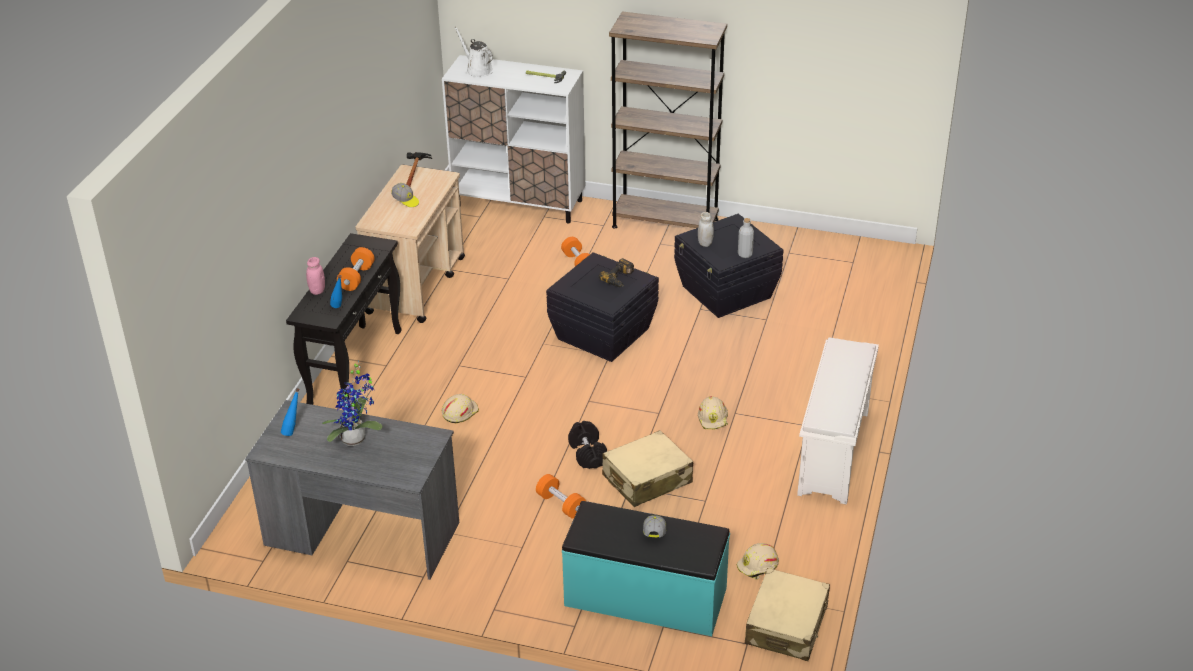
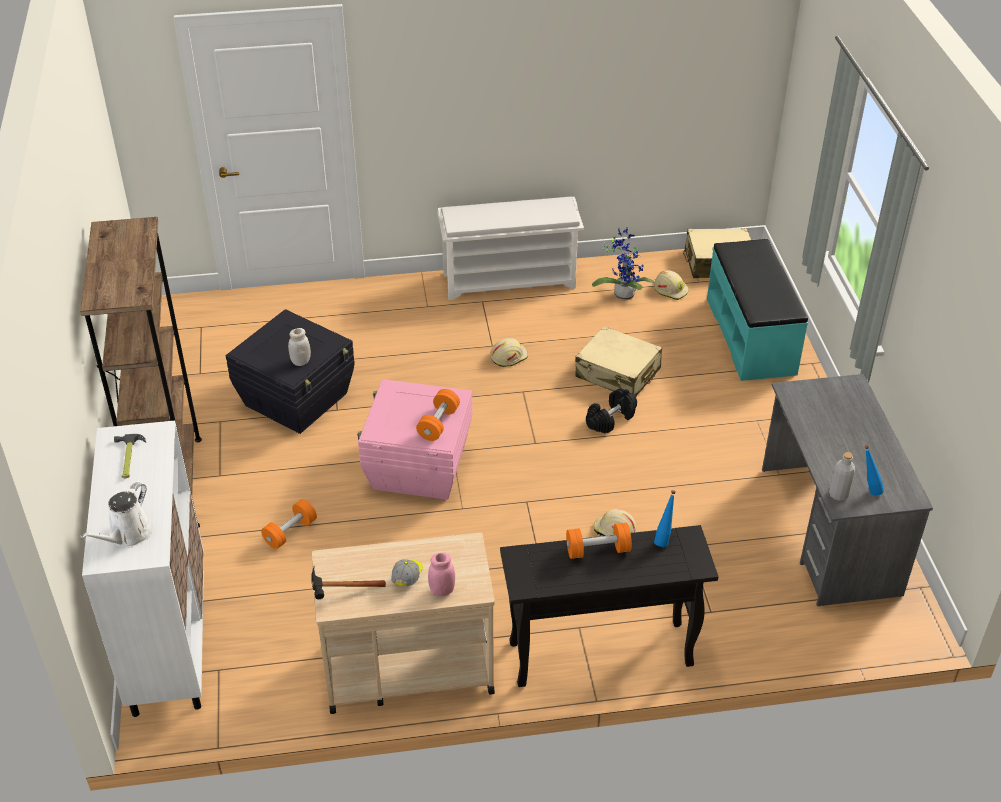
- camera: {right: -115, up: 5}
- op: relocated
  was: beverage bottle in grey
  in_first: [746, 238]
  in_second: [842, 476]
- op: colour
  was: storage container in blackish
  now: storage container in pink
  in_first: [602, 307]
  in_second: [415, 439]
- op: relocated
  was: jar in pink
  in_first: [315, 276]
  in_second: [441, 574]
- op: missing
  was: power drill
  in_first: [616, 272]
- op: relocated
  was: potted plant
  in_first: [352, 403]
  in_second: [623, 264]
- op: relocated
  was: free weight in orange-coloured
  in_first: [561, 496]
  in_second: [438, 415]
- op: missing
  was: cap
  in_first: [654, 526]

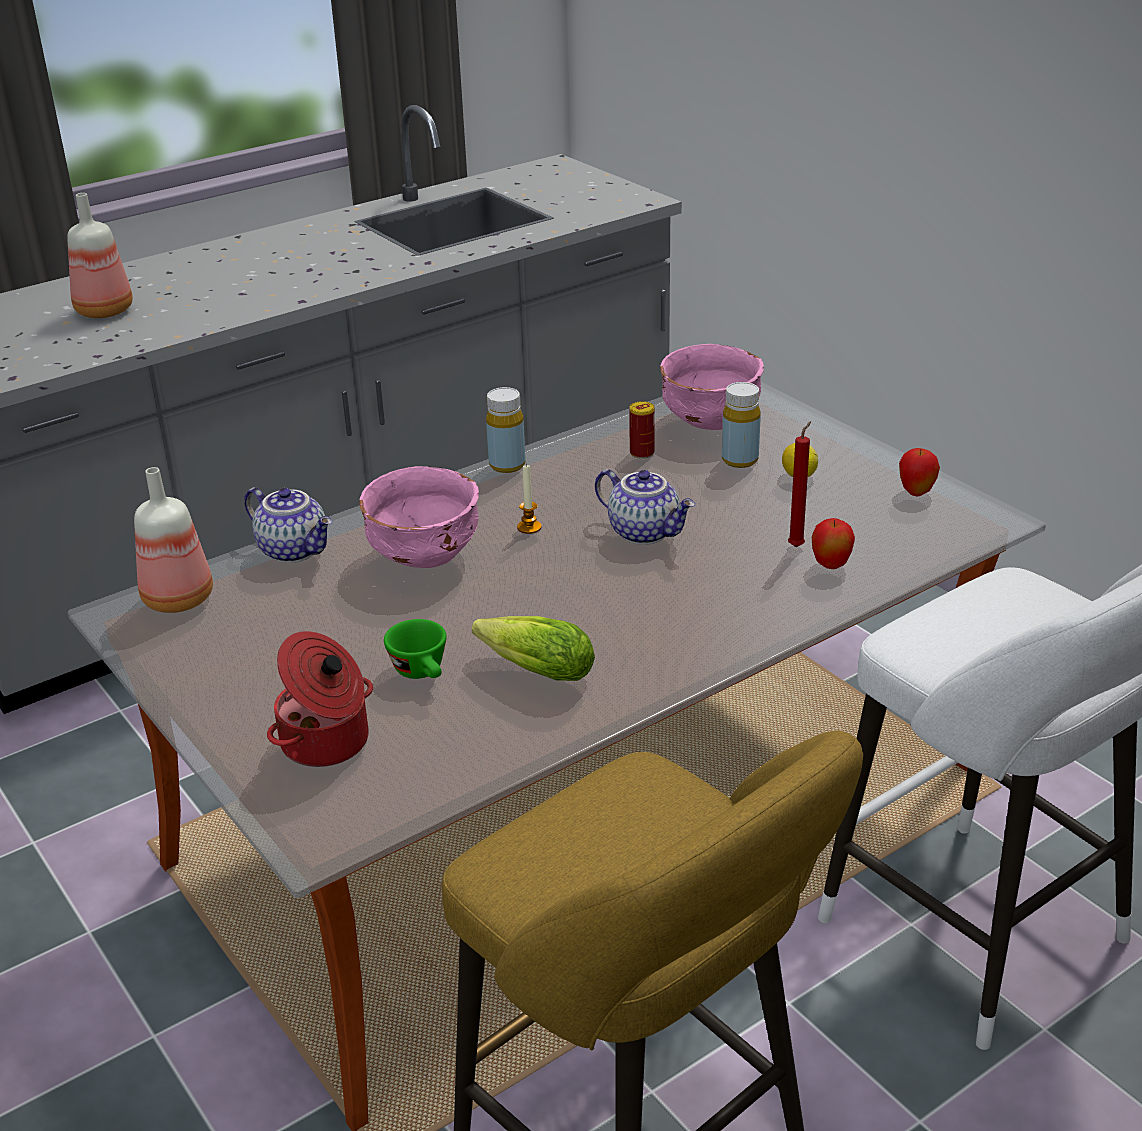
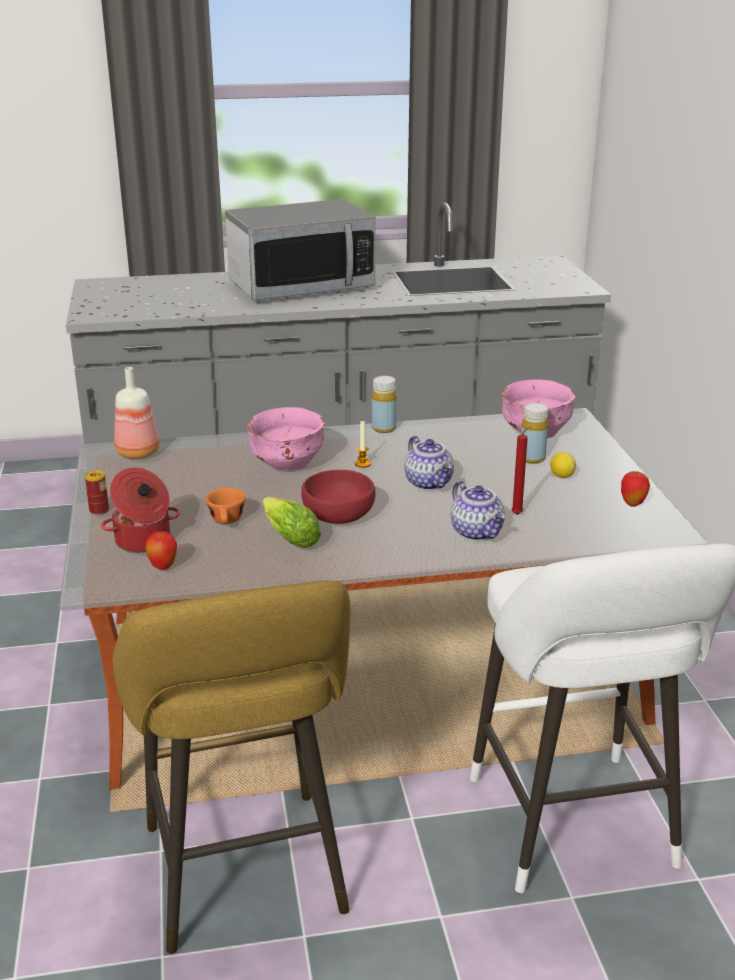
- camera: {right: 25, up: -5}
- op: missing
  was: beverage bottle
  in_first: [100, 255]
- op: relocated
  was: can
  in_first: [642, 430]
  in_second: [97, 492]
- op: relocated
  was: teapot
  in_first: [288, 525]
  in_second: [478, 511]
- op: relocated
  was: apple
  in_first: [833, 543]
  in_second: [161, 550]
- op: colour
  was: small cup in green
  now: small cup in orange-coloured
  in_first: [415, 649]
  in_second: [226, 506]
- op: appeared
  now: kitchen microwave
  in_second: [300, 250]
- op: appeared
  now: bowl in red-coloured
  in_second: [338, 497]

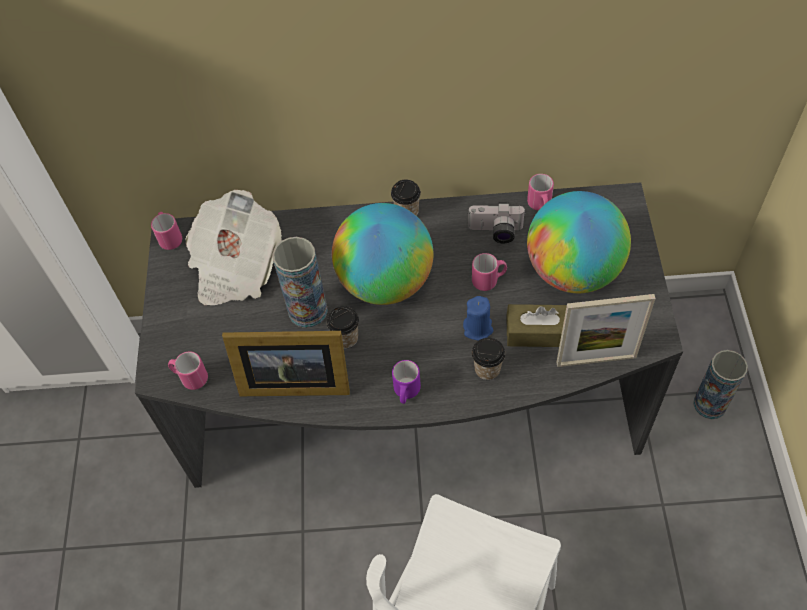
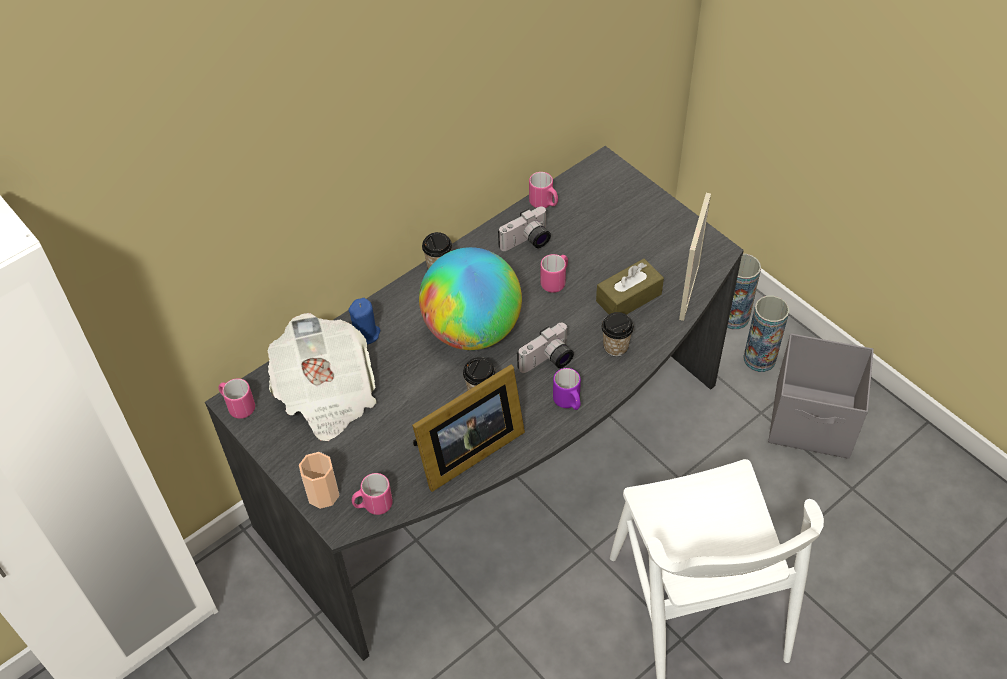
- camera: {right: -40, up: -5}
- op: missing
  was: desk globe
  in_first: [579, 242]
- op: relocated
  was: flower vase
  in_first: [300, 282]
  in_second: [766, 334]
- op: spun
  was: picture frame
  in_first: [606, 330]
  in_second: [695, 257]
  clockwise: 150
- op: relocated
  was: wax candle in blue
  in_first: [478, 318]
  in_second: [364, 321]
- op: appeared
  now: photo camera
  in_second: [545, 348]
- op: appeared
  now: storage container in grey
  in_second: [821, 396]
- op: appeared
  now: small cup
  in_second: [319, 480]

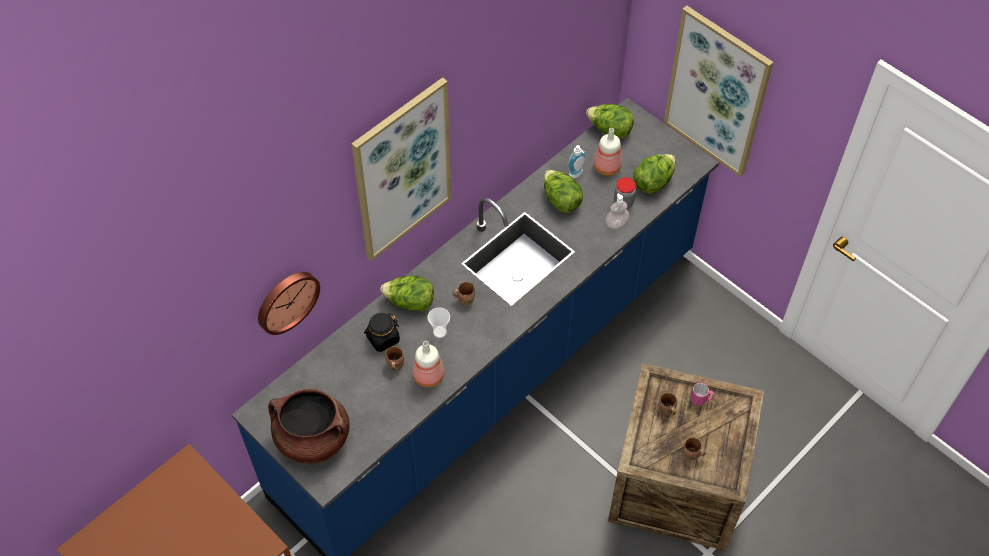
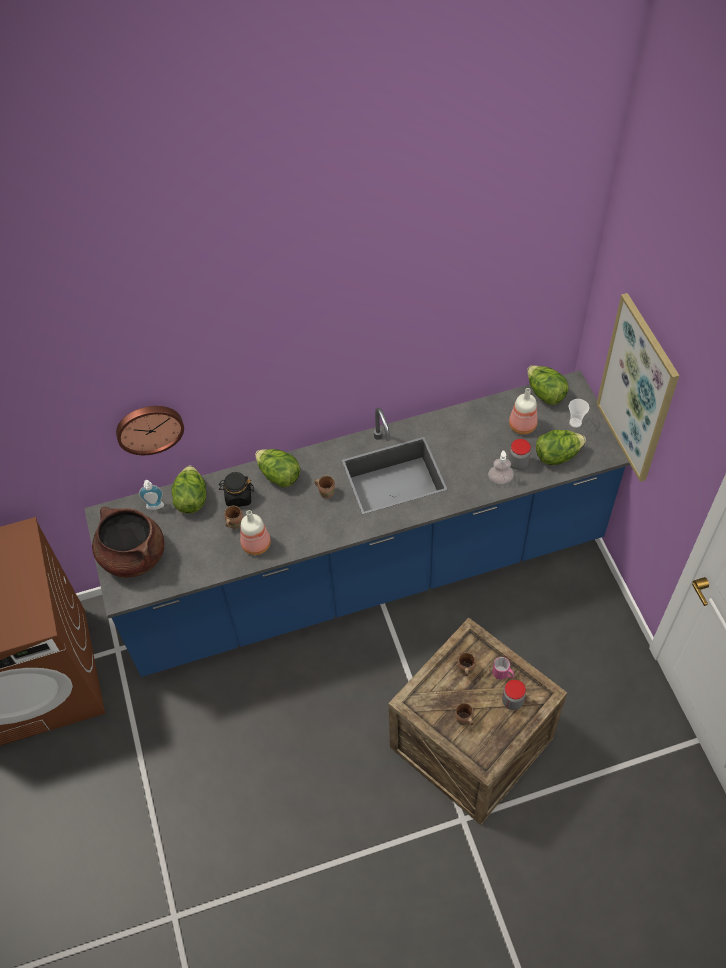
- camera: {right: 30, up: 0}
- op: missing
  was: wall art
  in_first: [402, 169]
- op: relocated
  was: liquid soap bottle
  in_first: [576, 162]
  in_second: [151, 495]
- op: relocated
  was: lettuce head
  in_first: [563, 191]
  in_second: [189, 490]
- op: relocated
  was: small cup
  in_first: [439, 322]
  in_second: [579, 413]
- op: appeared
  now: jar
  in_second: [514, 695]

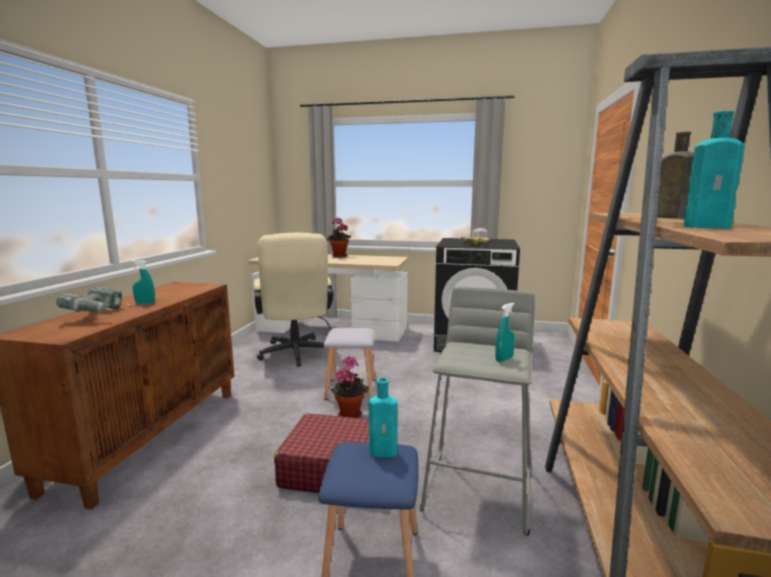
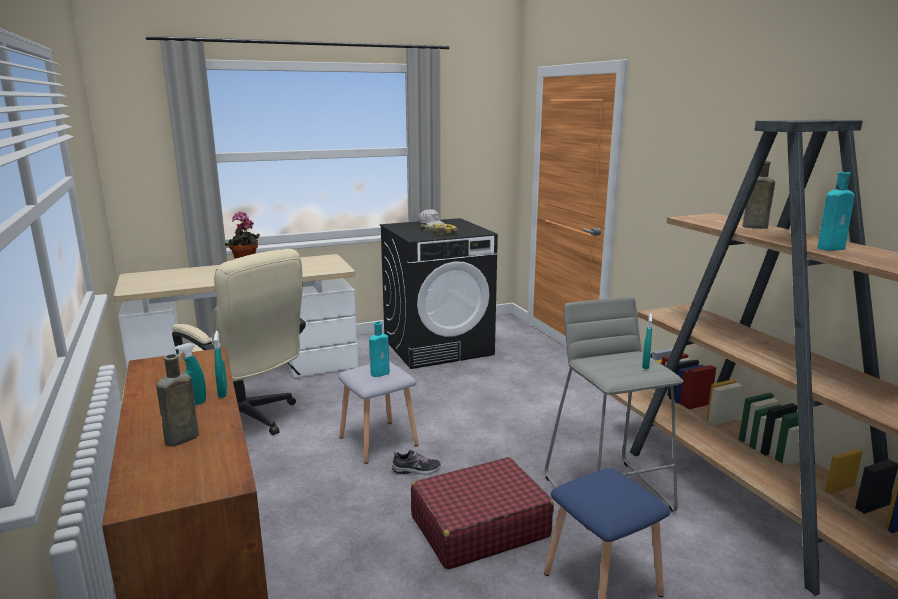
- camera: {right: -35, up: 5}
- op: exchanged
  was: power drill
  now: beverage bottle in brown-coloured
  in_first: [94, 299]
  in_second: [177, 400]
- op: exchanged
  was: potted plant
  now: shoe
  in_first: [349, 387]
  in_second: [416, 462]
- op: relocated
  was: beverage bottle in turquoise-coloured
  in_first: [383, 418]
  in_second: [379, 349]
- op: appeared
  now: sprayer in turquoise-coloured
  in_second: [221, 364]

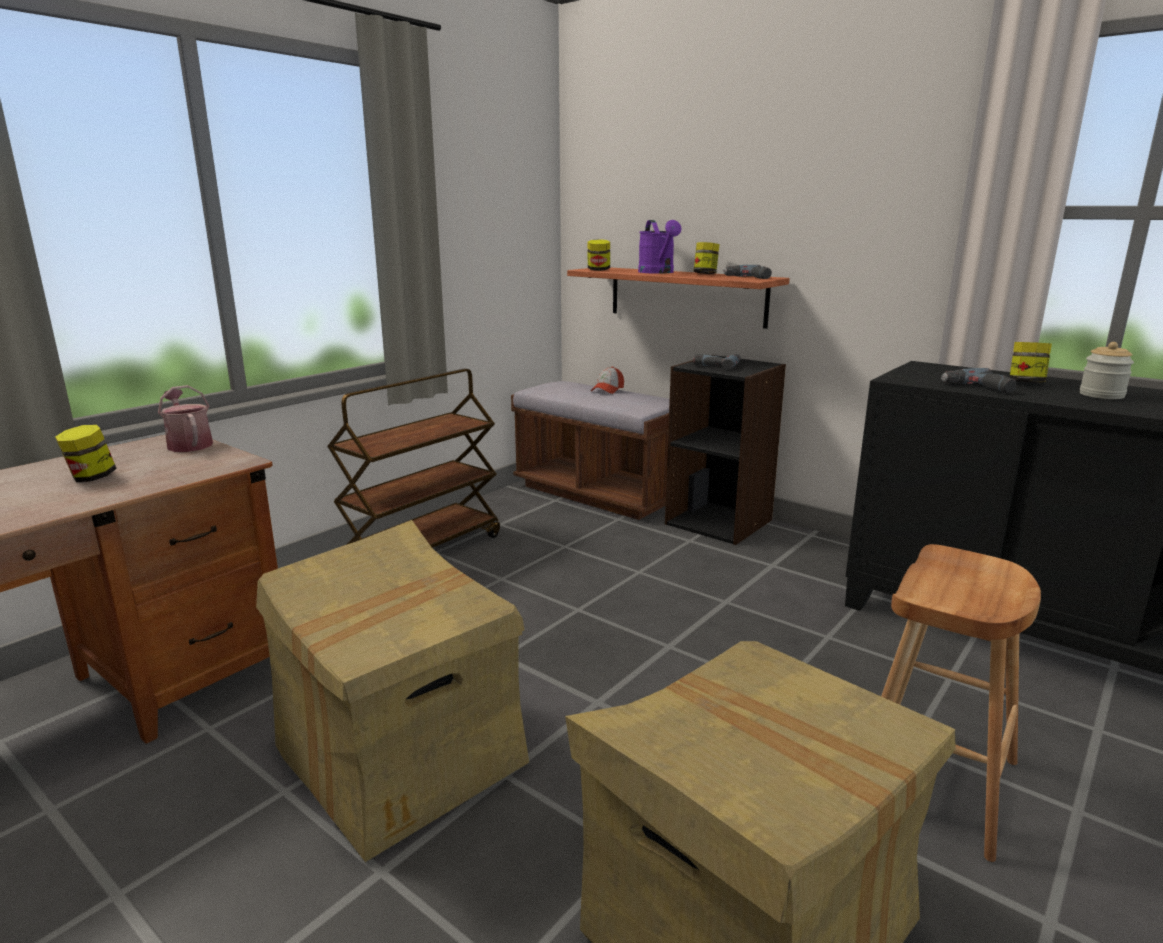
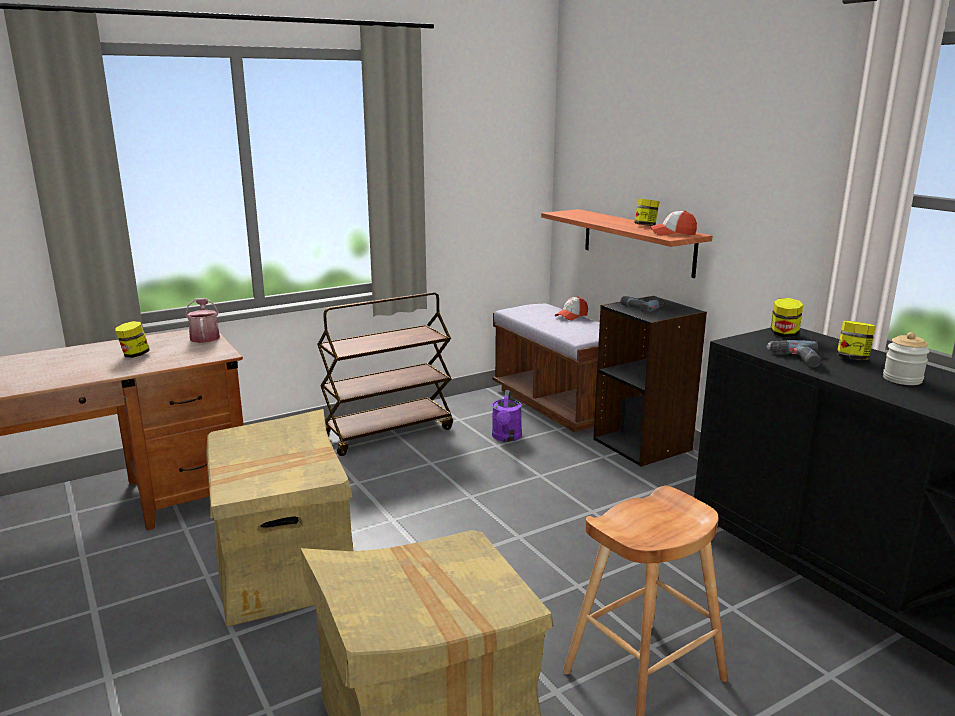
- camera: {right: 20, up: 0}
- op: relocated
  was: watering can in purple
  in_first: [659, 247]
  in_second: [507, 416]
- op: relocated
  was: jar
  in_first: [599, 255]
  in_second: [786, 317]
- op: exchanged
  was: power drill
  now: cap
  in_first: [747, 272]
  in_second: [673, 223]

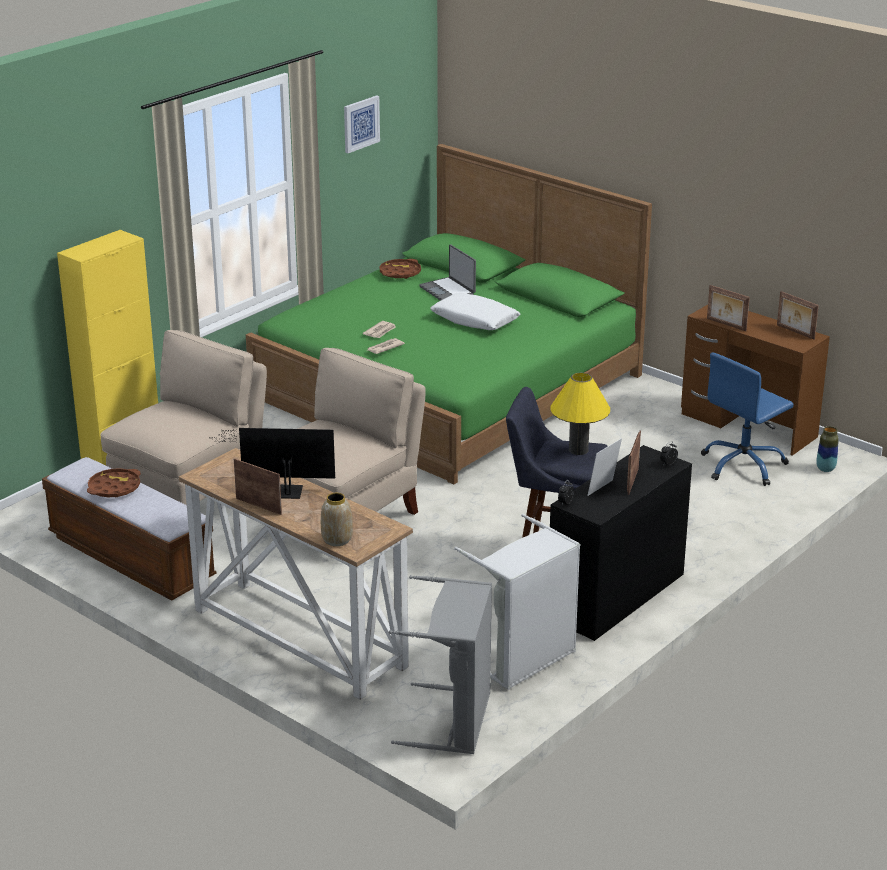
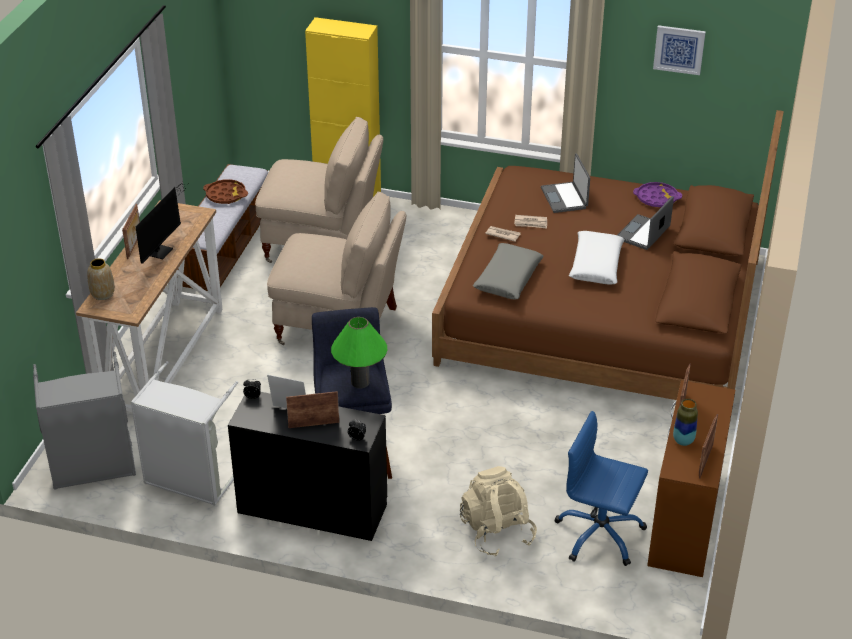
- camera: {right: 65, up: 10}
- op: colour
  was: sleeping bed in green
  now: sleeping bed in brown-coloured
  in_first: [449, 314]
  in_second: [608, 255]
- op: colour
  was: carrying tray in brown-coloured
  now: carrying tray in purple
  in_first: [400, 269]
  in_second: [657, 194]
- op: colour
  was: lamp for a table in yellowish
  now: lamp for a table in green
  in_first: [580, 414]
  in_second: [359, 353]
- op: relocated
  was: flower vase
  in_first: [827, 449]
  in_second: [685, 422]
- op: spun
  was: computer display
  in_first: [272, 463]
  in_second: [162, 223]
  clockwise: 45
- op: appeared
  now: notebook computer
  in_second: [565, 183]
- op: appeared
  now: pillow in grey
  in_second: [508, 271]
- op: appeared
  now: knapsack in beige-coloured
  in_second: [498, 511]

